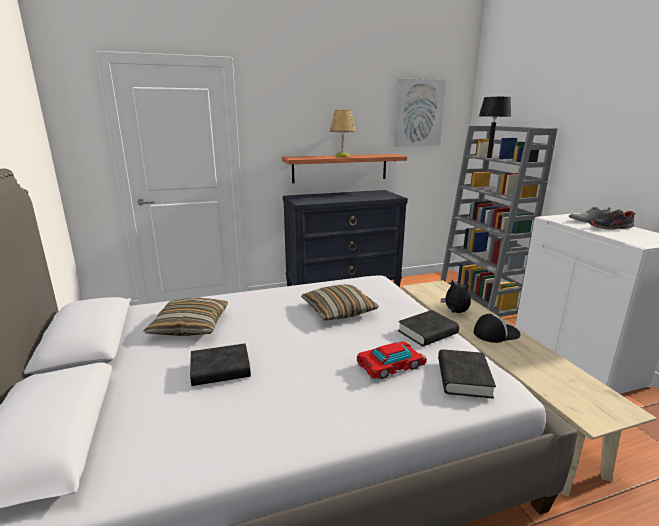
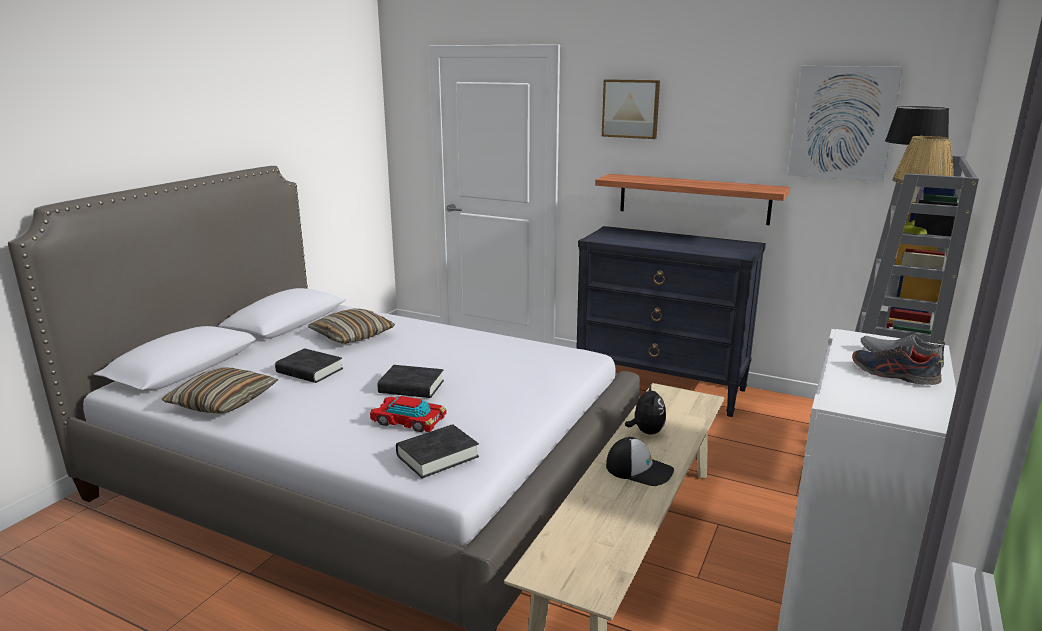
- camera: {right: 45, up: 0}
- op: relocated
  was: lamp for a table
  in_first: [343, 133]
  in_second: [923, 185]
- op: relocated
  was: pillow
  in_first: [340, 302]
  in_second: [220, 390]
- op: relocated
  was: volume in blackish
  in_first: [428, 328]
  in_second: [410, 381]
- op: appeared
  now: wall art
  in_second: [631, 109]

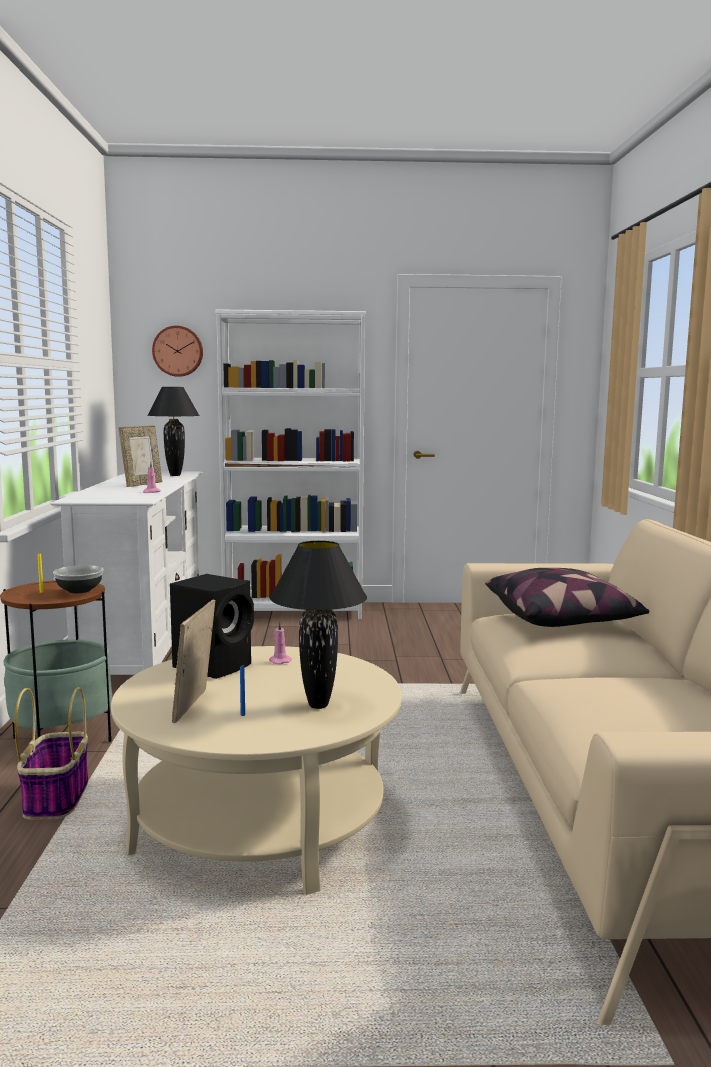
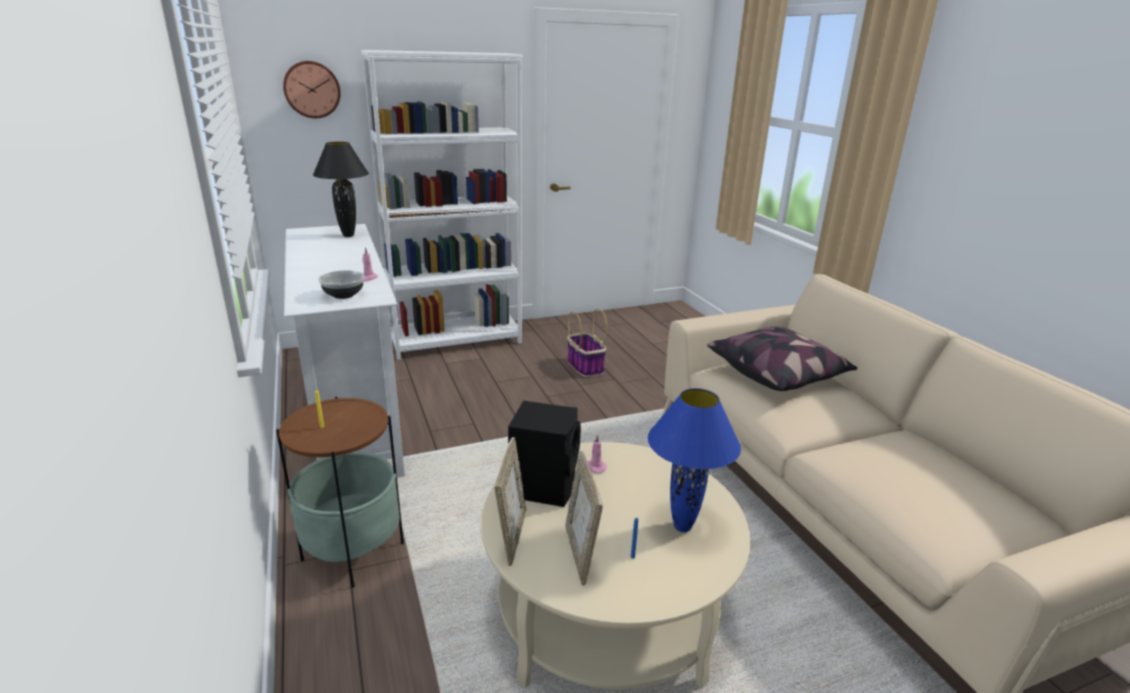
- camera: {right: -20, up: 15}
- op: relocated
  was: picture frame
  in_first: [140, 456]
  in_second: [510, 501]
- op: colour
  was: lamp for a table in blackish
  now: lamp for a table in blue
  in_first: [318, 625]
  in_second: [694, 460]
- op: relocated
  was: bowl
  in_first: [78, 579]
  in_second: [341, 284]
- op: relocated
  was: household basket
  in_first: [51, 753]
  in_second: [587, 342]

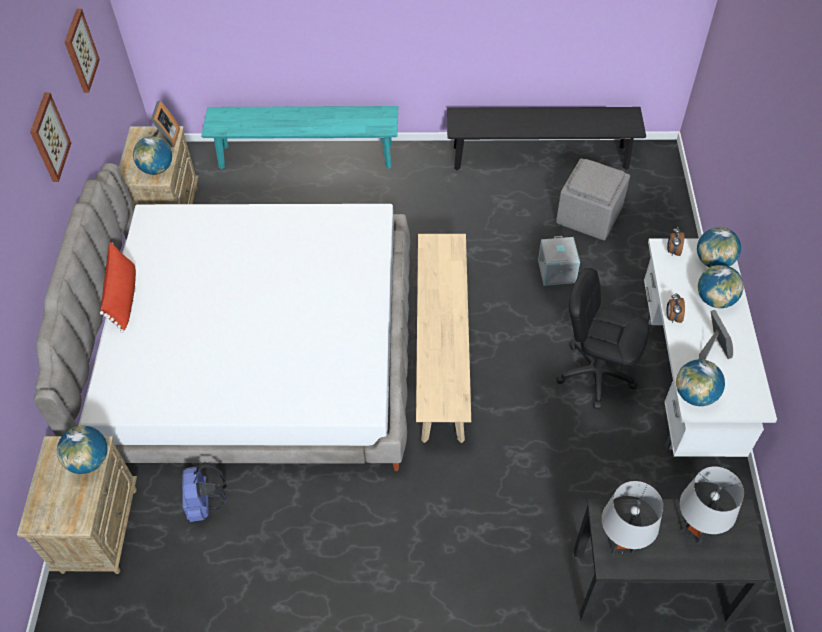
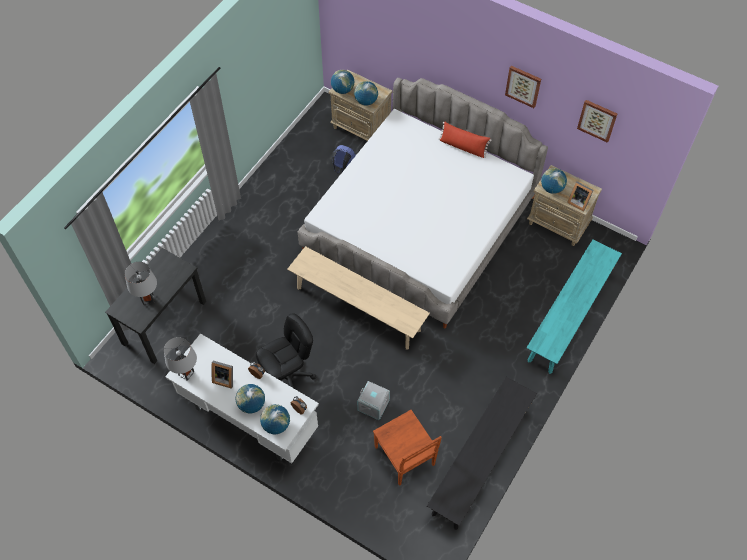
- camera: {right: 120, up: 5}
- op: exchanged
  was: ottoman in grey
  now: chair in brown-coloured
  in_first: [593, 199]
  in_second: [407, 448]
- op: relocated
  was: desk globe
  in_first: [700, 382]
  in_second: [342, 82]
- op: relocated
  was: lamp for a table in grey
  in_first: [632, 518]
  in_second: [180, 358]

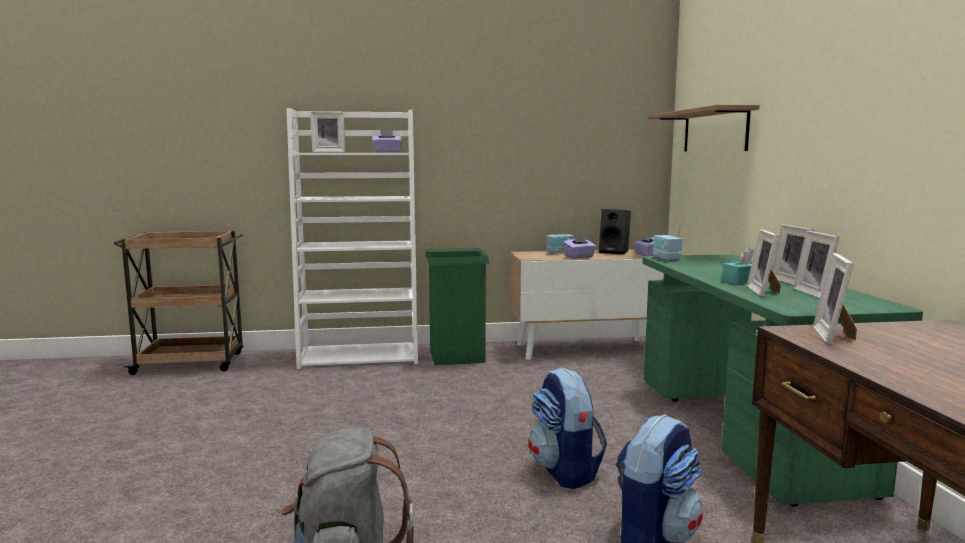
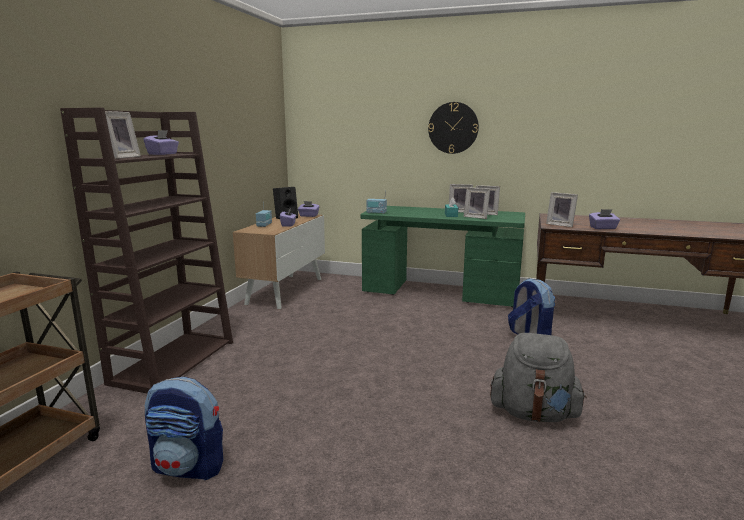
- camera: {right: -65, up: 5}
- op: missing
  was: bracket shelf
  in_first: [703, 128]
- op: colour
  was: shelving unit in white-coloured
  now: shelving unit in brown-coloured
  in_first: [352, 238]
  in_second: [146, 251]
- op: missing
  was: waste bin in green
  in_first: [457, 306]
- op: relocated
  was: knapsack
  in_first: [568, 428]
  in_second: [184, 428]
- op: appeared
  now: wall clock
  in_second: [453, 128]
- op: appeared
  now: tissue box in purple
  in_second: [604, 219]

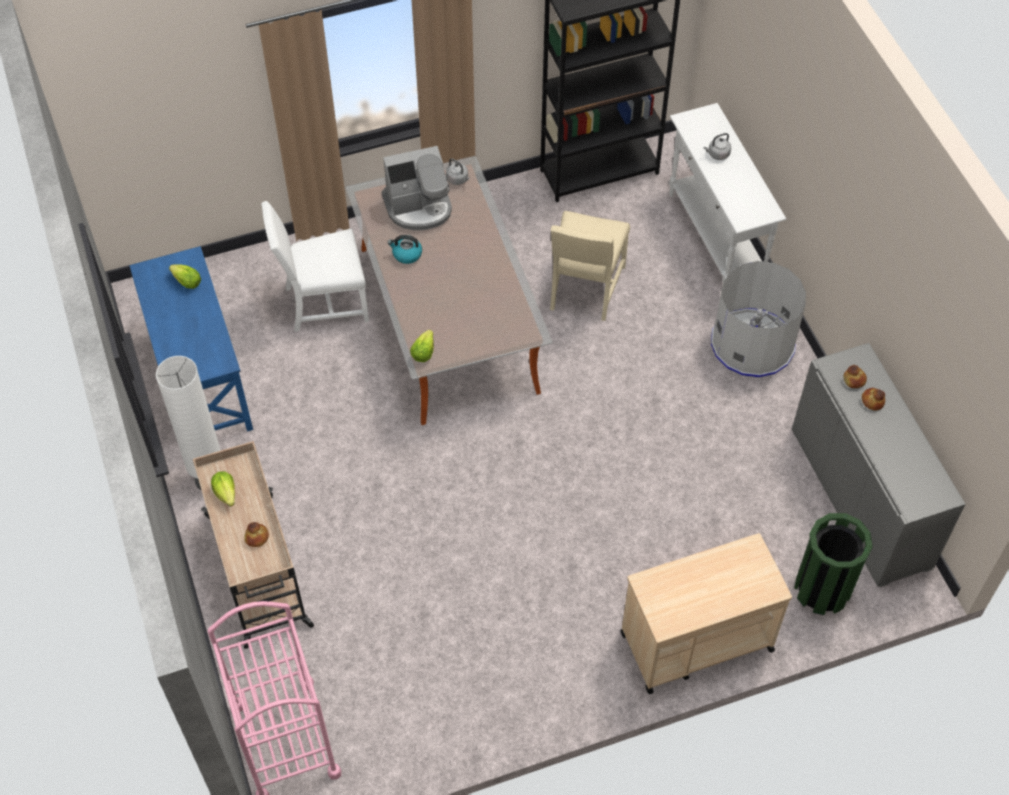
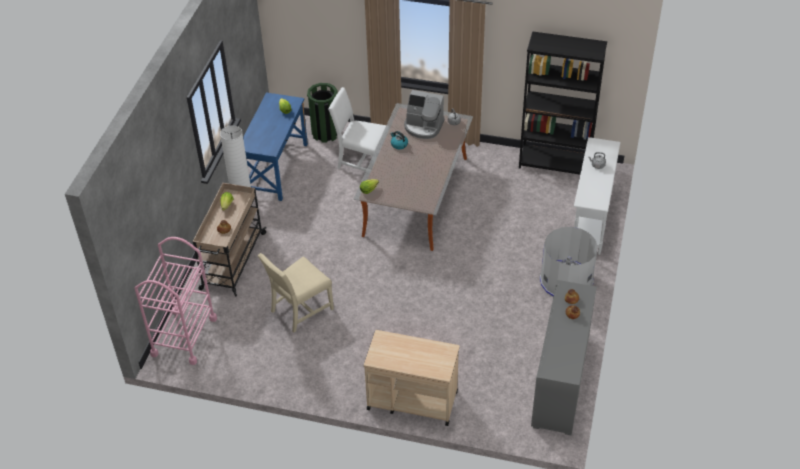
- camera: {right: 35, up: -10}
- op: relocated
  was: chair in beige-coloured
  in_first: [590, 266]
  in_second: [296, 292]
- op: relocated
  was: waste bin in green
  in_first: [833, 564]
  in_second: [322, 113]

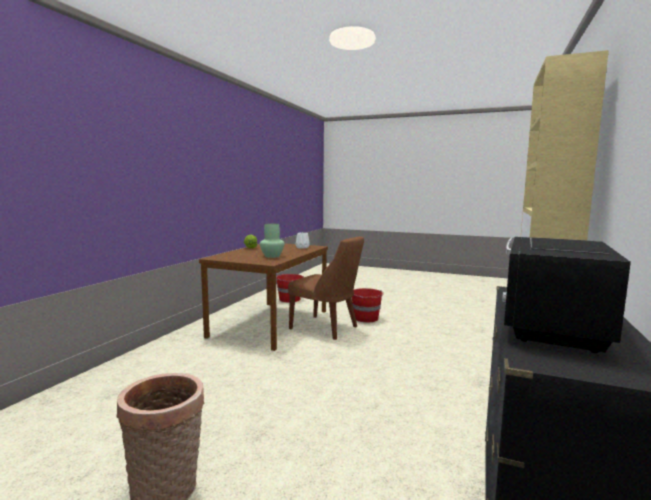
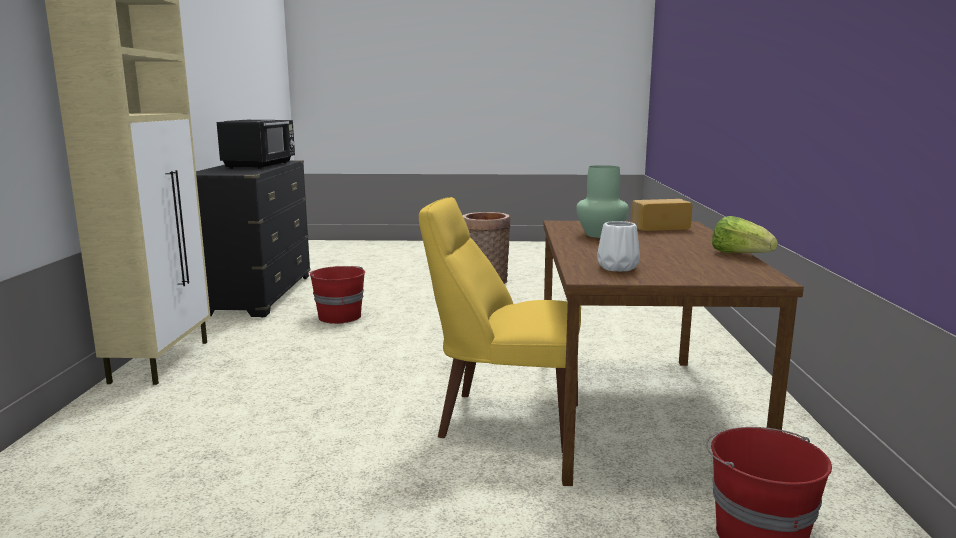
- camera: {right: 160, up: 5}
- op: colour
  was: chair in brown-coloured
  now: chair in yellowish
  in_first: [326, 288]
  in_second: [500, 325]
- op: relocated
  was: pail in red-coloured
  in_first: [368, 305]
  in_second: [336, 295]
- op: appeared
  now: baked bread
  in_second: [662, 215]

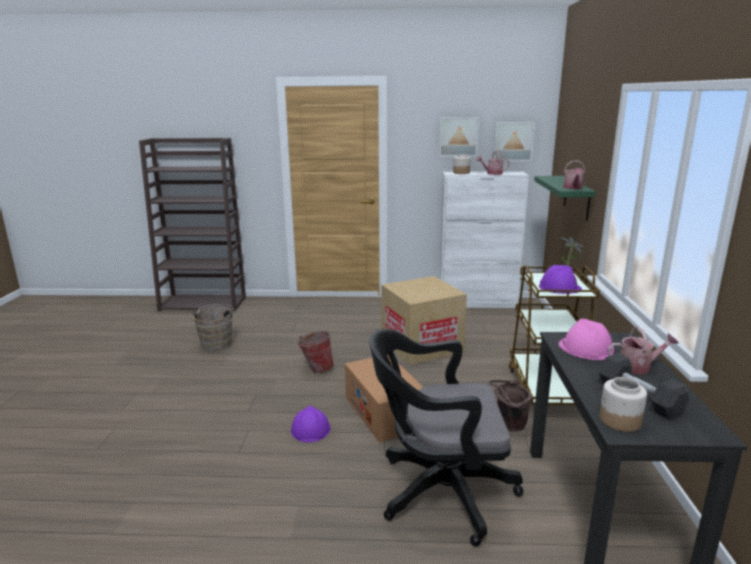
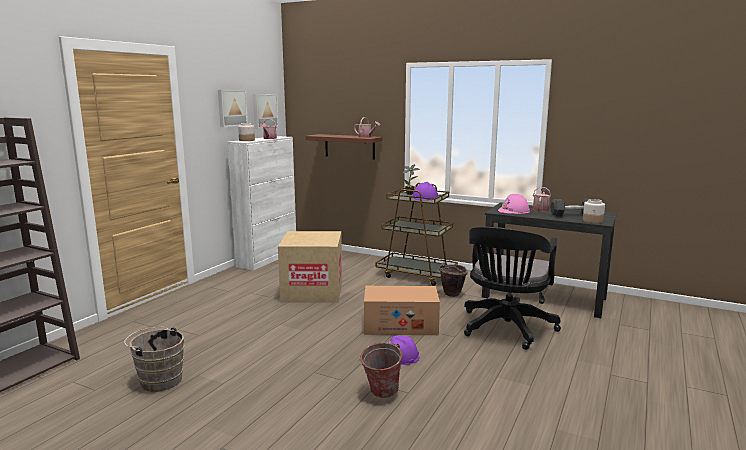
- camera: {right: -65, up: -5}
- op: colour
  was: bracket shelf in green
  now: bracket shelf in brown-coloured
  in_first: [564, 198]
  in_second: [344, 147]
- op: relocated
  was: pail
  in_first: [316, 352]
  in_second: [380, 370]

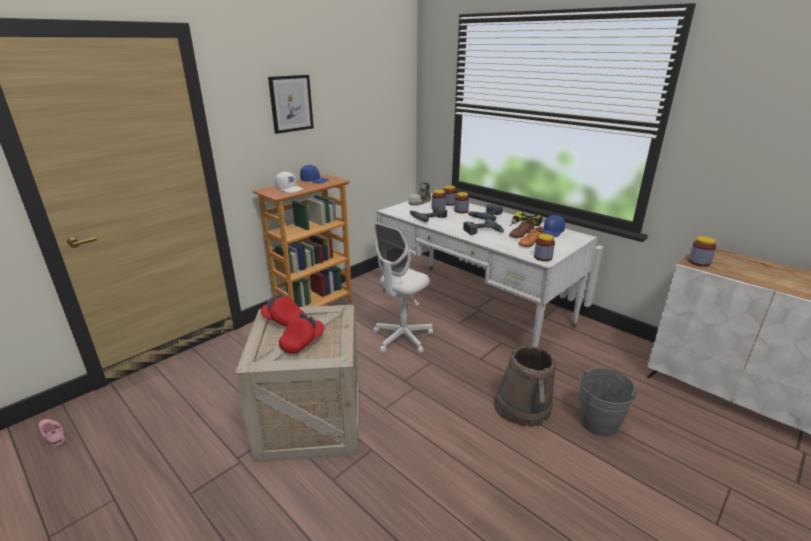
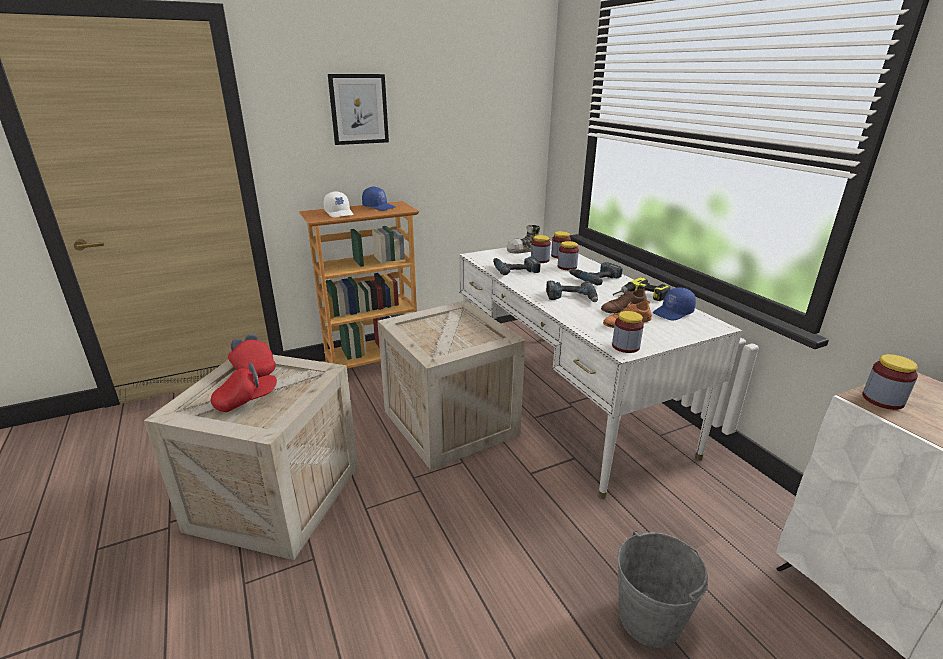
- camera: {right: 20, up: 0}
- op: exchanged
  was: office chair in white-coloured
  now: shipping crate
  in_first: [403, 288]
  in_second: [451, 385]
- op: missing
  was: pail in brown-coloured
  in_first: [525, 386]
- op: missing
  was: shoe in pink
  in_first: [52, 433]

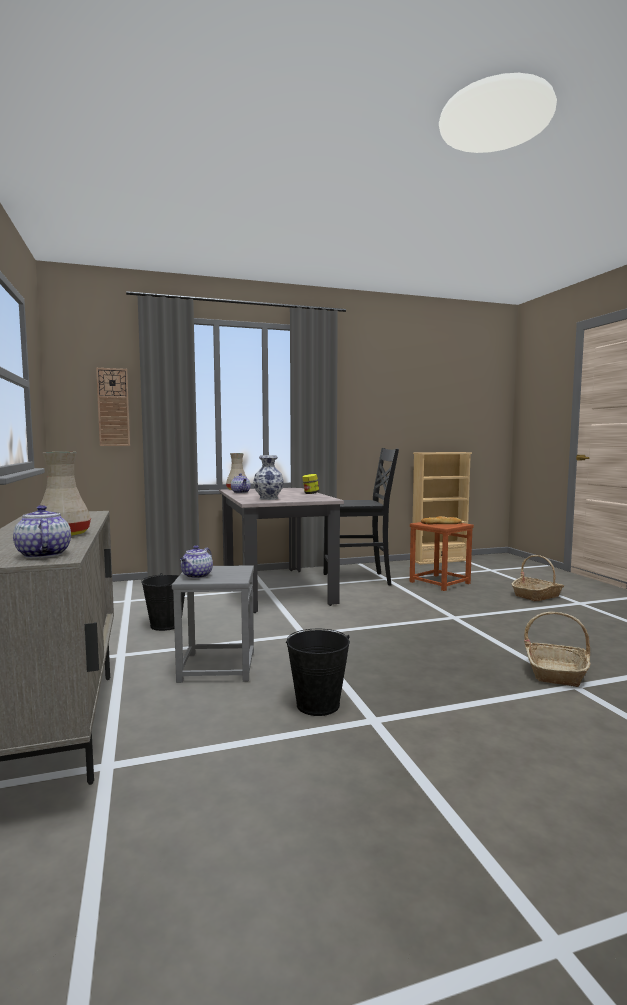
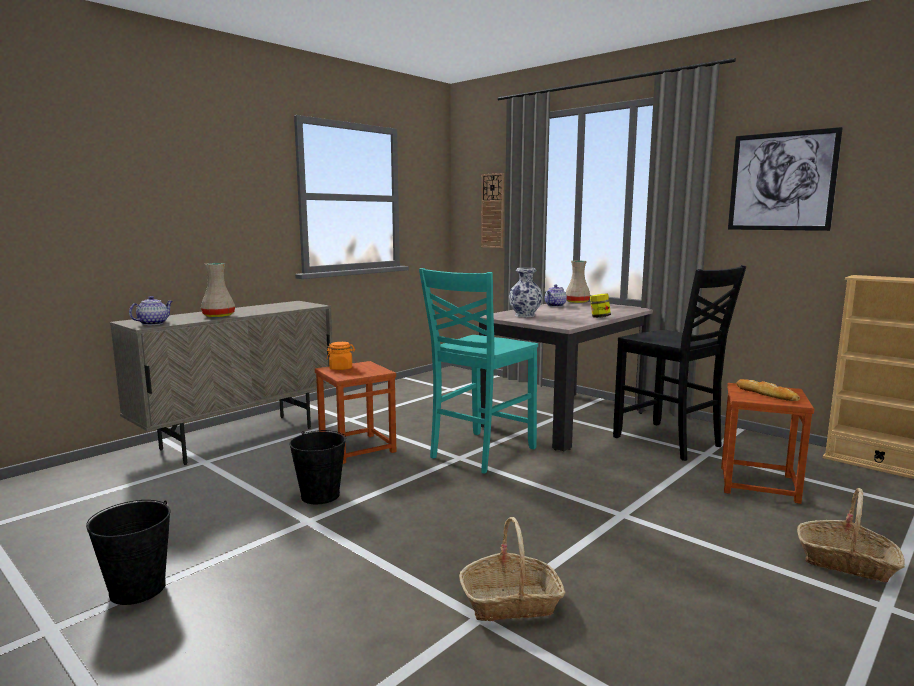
- camera: {right: 60, up: 5}
- op: exchanged
  was: teapot
  now: jar in orange-coloured
  in_first: [196, 562]
  in_second: [340, 356]
- op: colour
  was: stool seat in grey
  now: stool seat in brown-coloured
  in_first: [213, 624]
  in_second: [355, 412]
- op: relocated
  was: pail in blackish
  in_first: [163, 602]
  in_second: [128, 552]
- op: appeared
  now: wall art
  in_second: [785, 179]
- op: appeared
  now: chair in turquoise-coloured
  in_second: [478, 370]

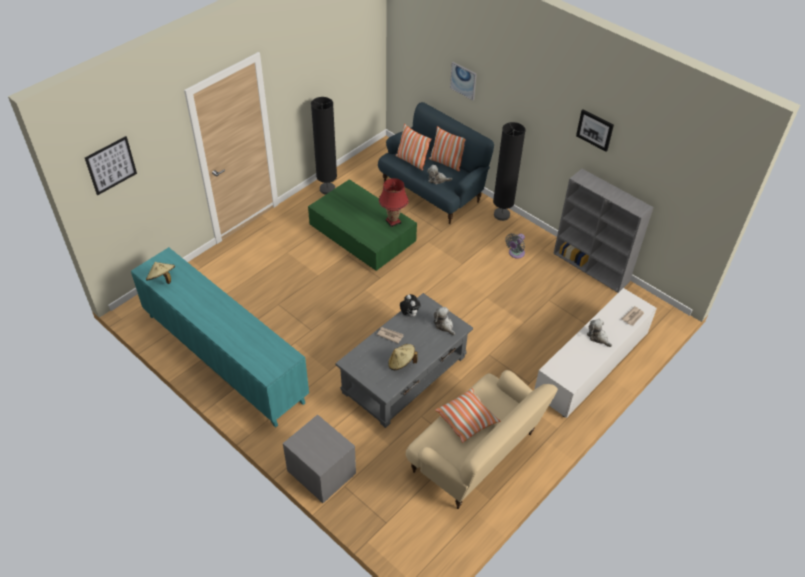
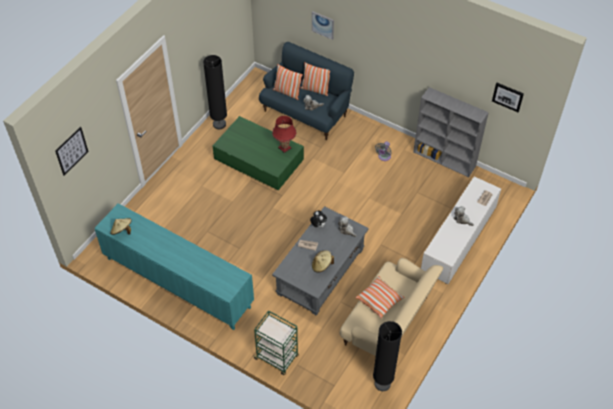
- camera: {right: -10, up: 5}
- op: relocated
  was: wall art
  in_first: [595, 131]
  in_second: [508, 97]
- op: relocated
  was: standing lamp in blackish
  in_first: [509, 171]
  in_second: [387, 356]
- op: exchanged
  was: nightstand in grey
  now: cart in green
  in_first: [319, 458]
  in_second: [276, 342]

